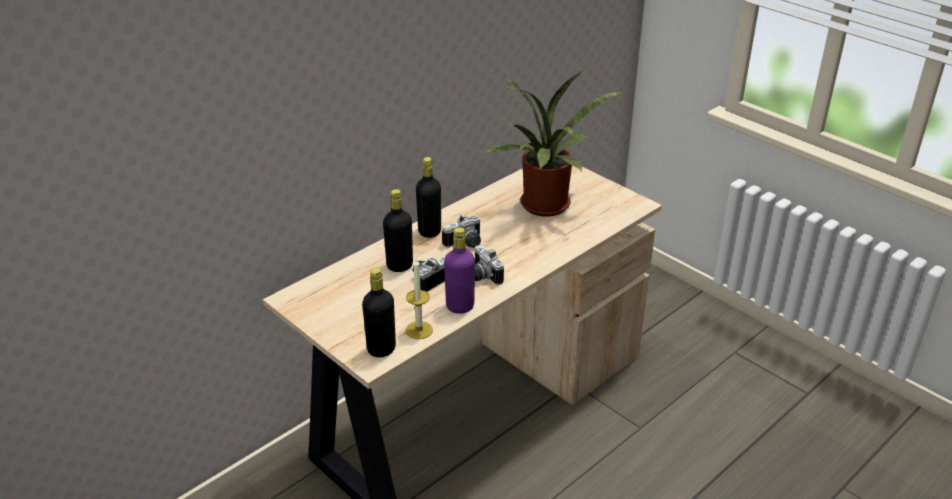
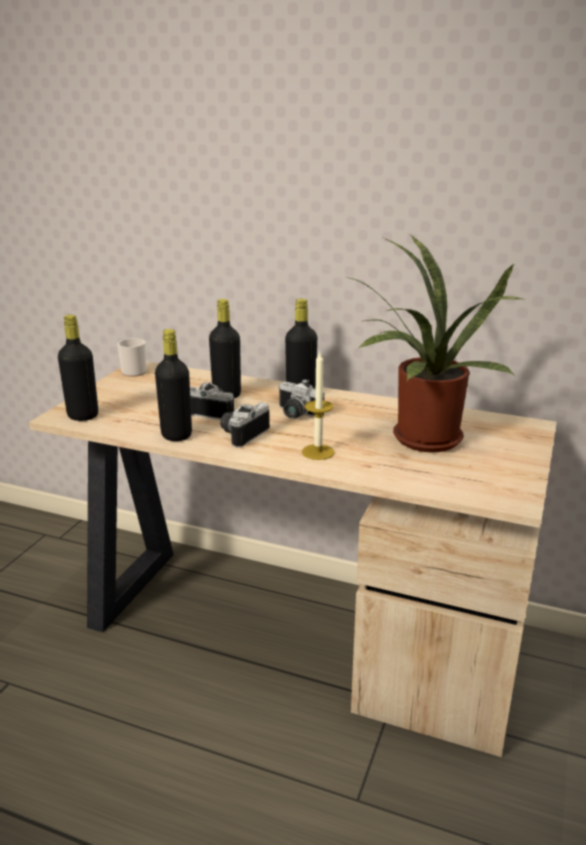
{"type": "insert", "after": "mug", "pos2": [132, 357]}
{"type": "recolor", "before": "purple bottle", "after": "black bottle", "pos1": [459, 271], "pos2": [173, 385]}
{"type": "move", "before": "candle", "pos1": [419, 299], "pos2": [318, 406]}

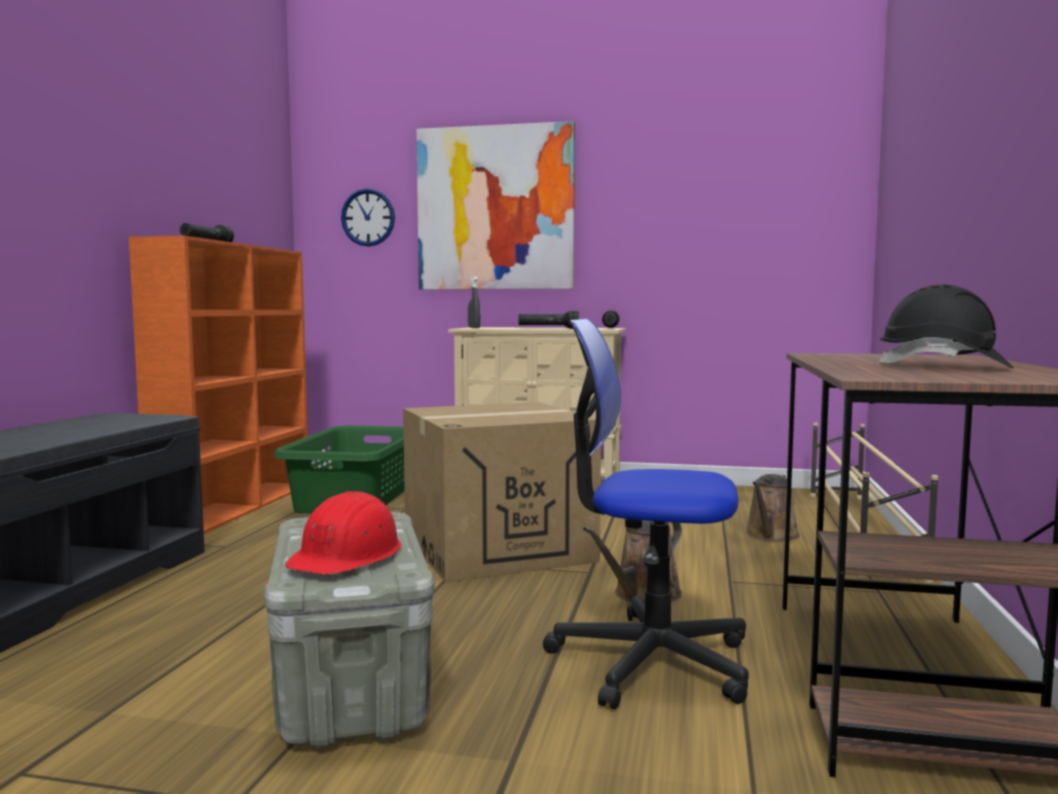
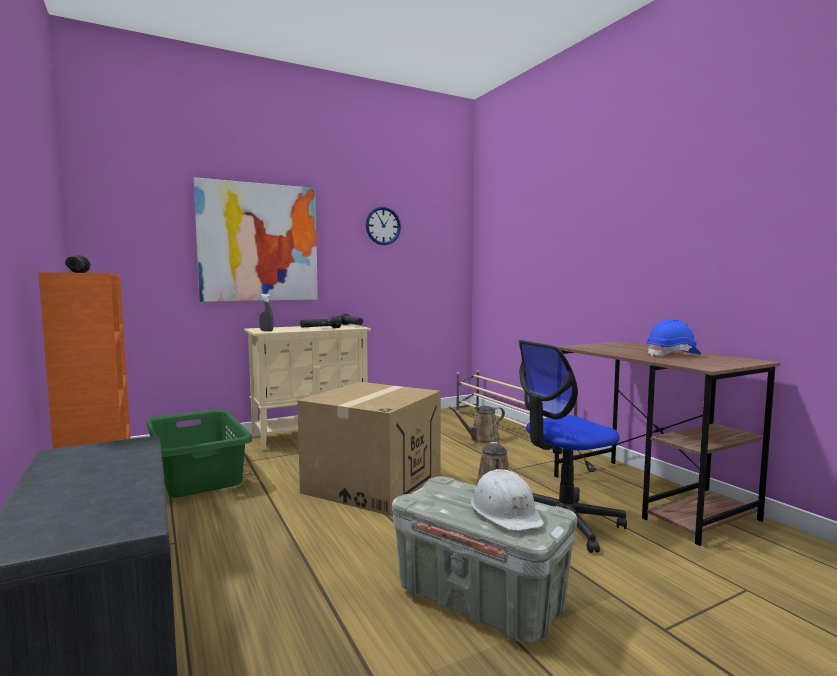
{"type": "move", "before": "wall clock", "pos1": [368, 218], "pos2": [383, 226]}
{"type": "rotate", "before": "brown watering can", "pos1": [772, 508], "pos2": [476, 424], "turn": 75}
{"type": "recolor", "before": "red hard hat", "after": "white hard hat", "pos1": [343, 532], "pos2": [507, 500]}
{"type": "recolor", "before": "black hard hat", "after": "blue hard hat", "pos1": [945, 326], "pos2": [674, 337]}

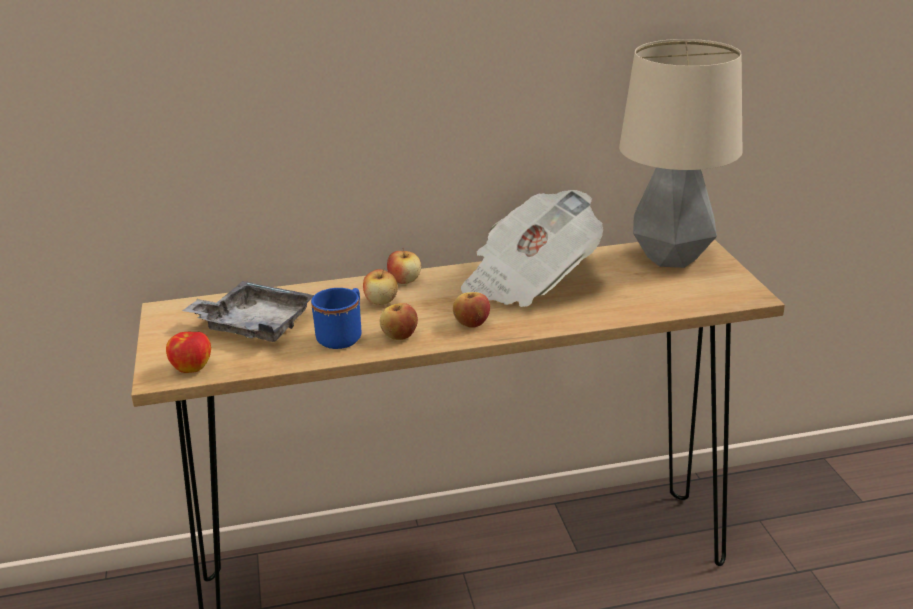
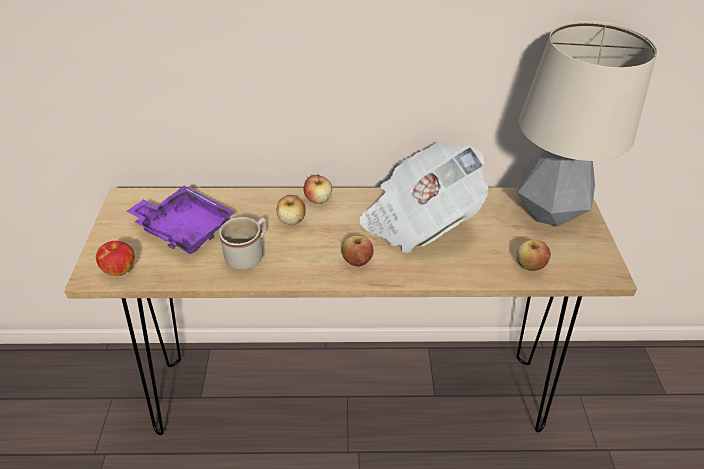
{"type": "recolor", "before": "grey tray", "after": "purple tray", "pos1": [248, 311], "pos2": [181, 220]}
{"type": "recolor", "before": "blue mug", "after": "beige mug", "pos1": [336, 318], "pos2": [243, 243]}
{"type": "move", "before": "apple", "pos1": [399, 321], "pos2": [534, 255]}

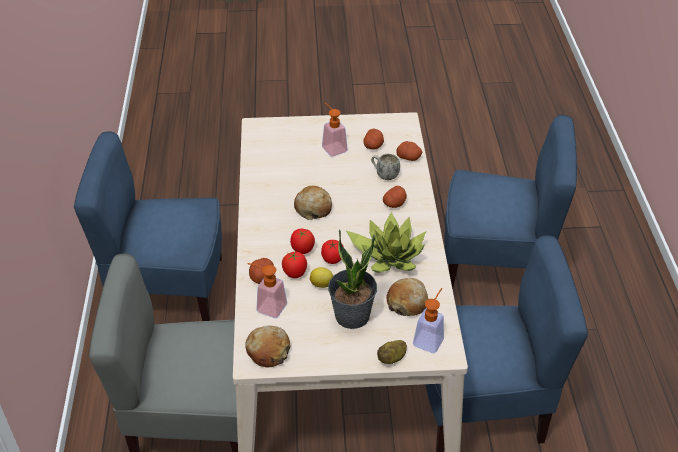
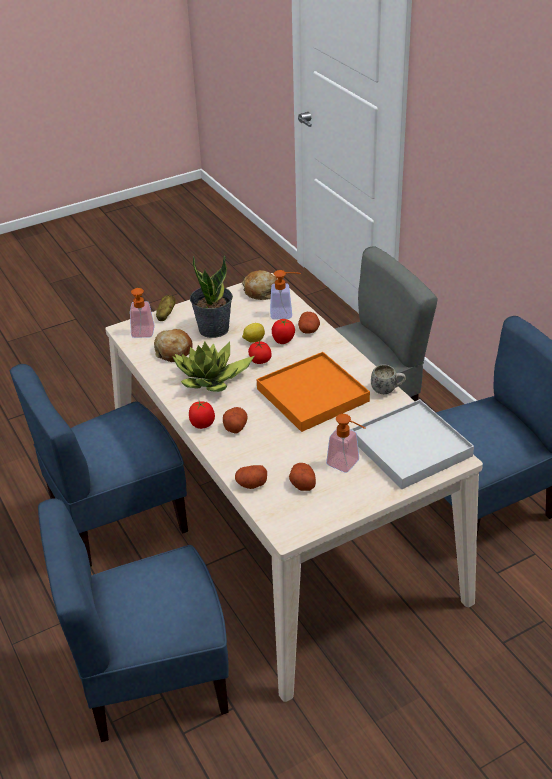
{"type": "move", "before": "tomato", "pos1": [302, 241], "pos2": [202, 415]}
{"type": "replace", "before": "bread", "after": "orange tray", "pos1": [313, 203], "pos2": [313, 392]}
{"type": "insert", "after": "white tray", "pos2": [412, 444]}
{"type": "move", "before": "white mug", "pos1": [385, 167], "pos2": [388, 379]}

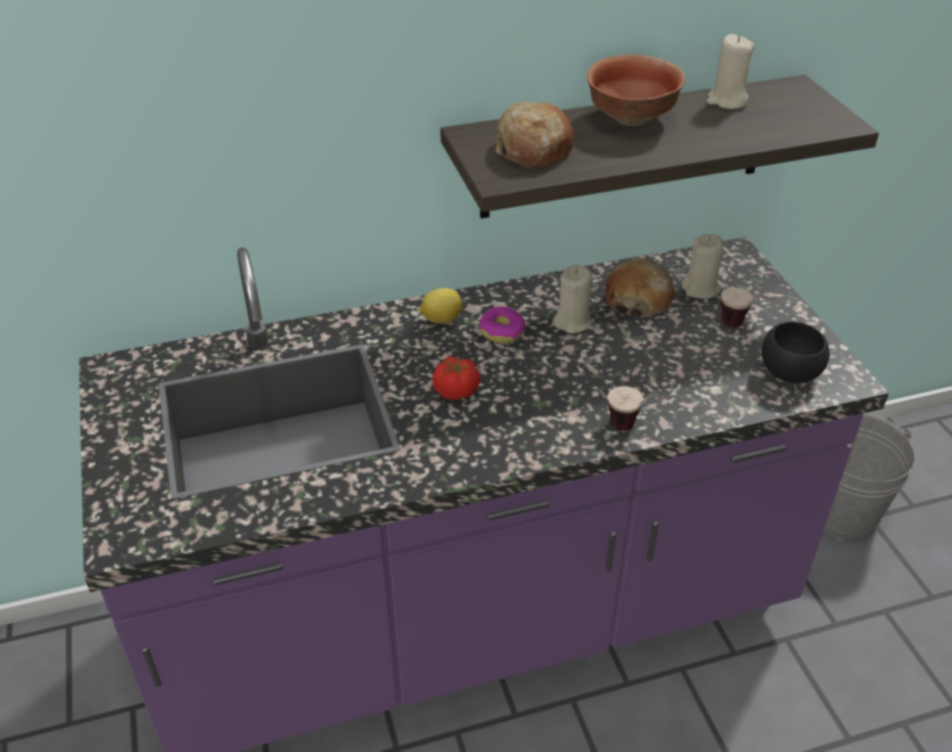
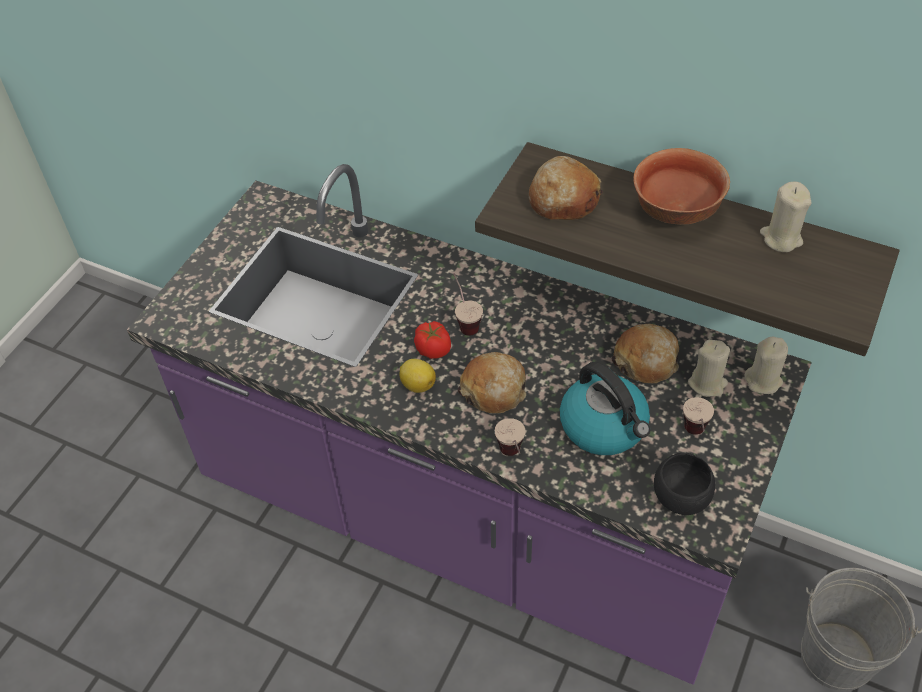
{"type": "move", "before": "lemon", "pos1": [440, 306], "pos2": [417, 376]}
{"type": "insert", "after": "cup", "pos2": [468, 304]}
{"type": "insert", "after": "bread", "pos2": [492, 382]}
{"type": "insert", "after": "kettle", "pos2": [605, 408]}
{"type": "move", "before": "beige candle", "pos1": [572, 299], "pos2": [766, 365]}
{"type": "delete", "before": "donut", "pos1": [502, 325]}

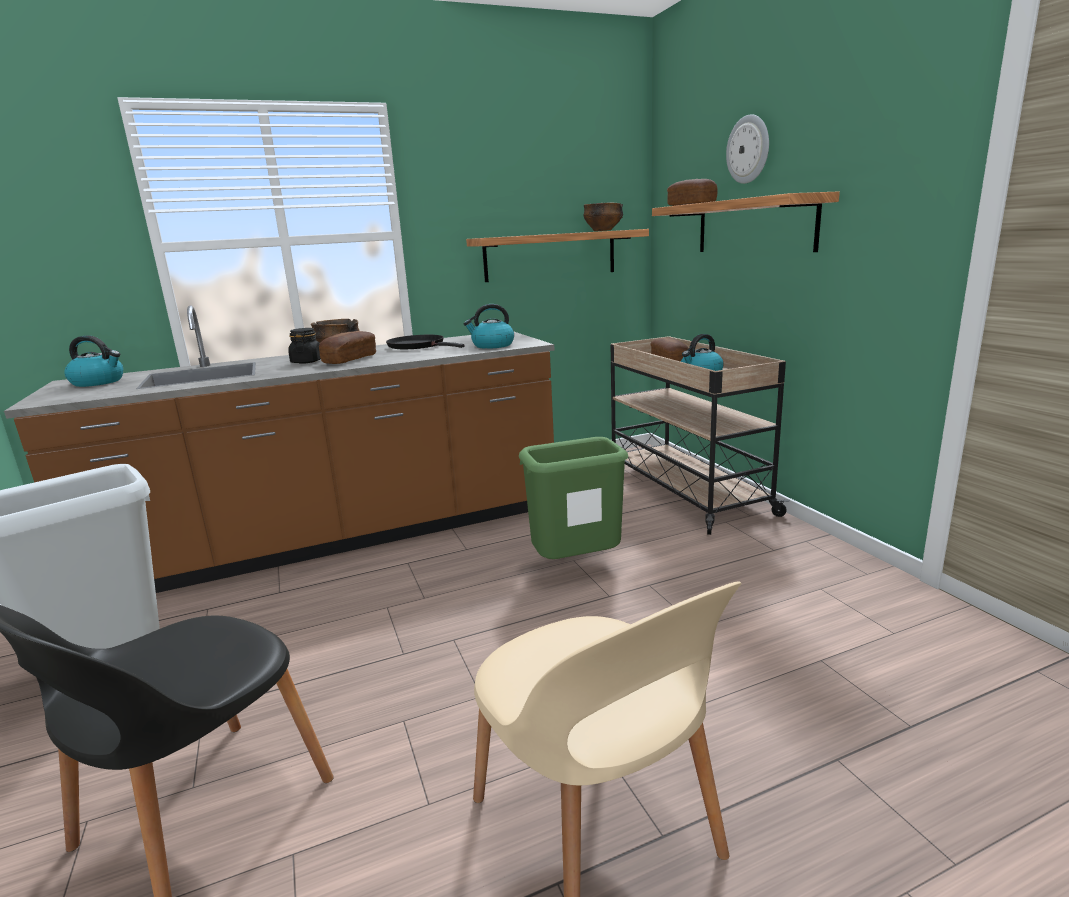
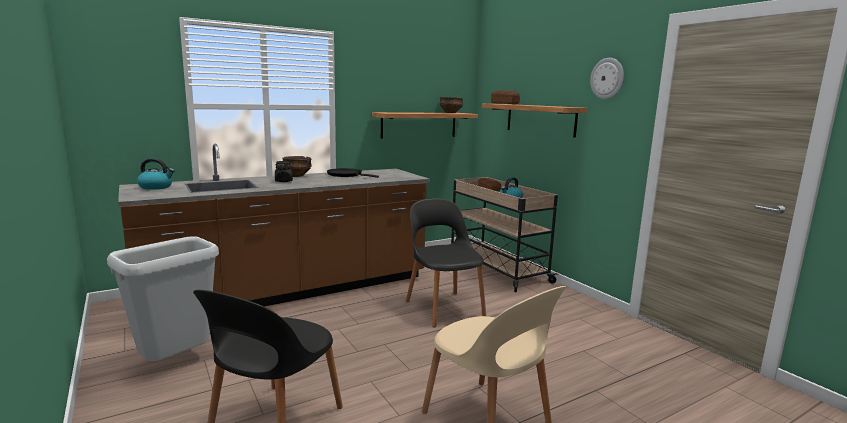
{"type": "replace", "before": "green trash can", "after": "black chair", "pos1": [574, 498], "pos2": [446, 262]}
{"type": "move", "before": "wall clock", "pos1": [747, 149], "pos2": [607, 78]}
{"type": "delete", "before": "bread", "pos1": [347, 347]}
{"type": "delete", "before": "kettle", "pos1": [489, 326]}

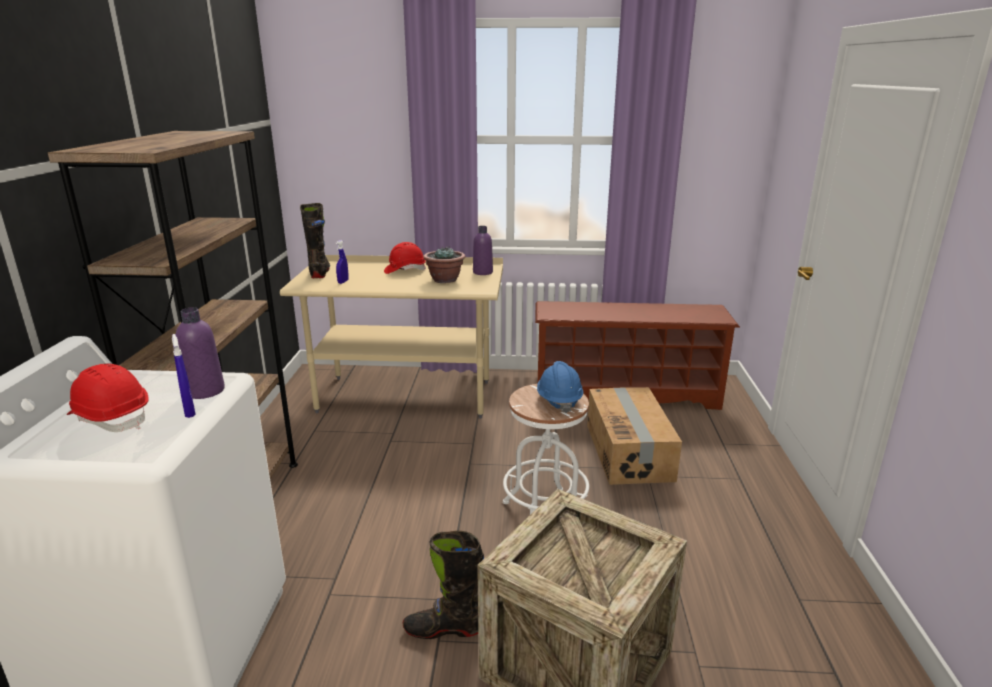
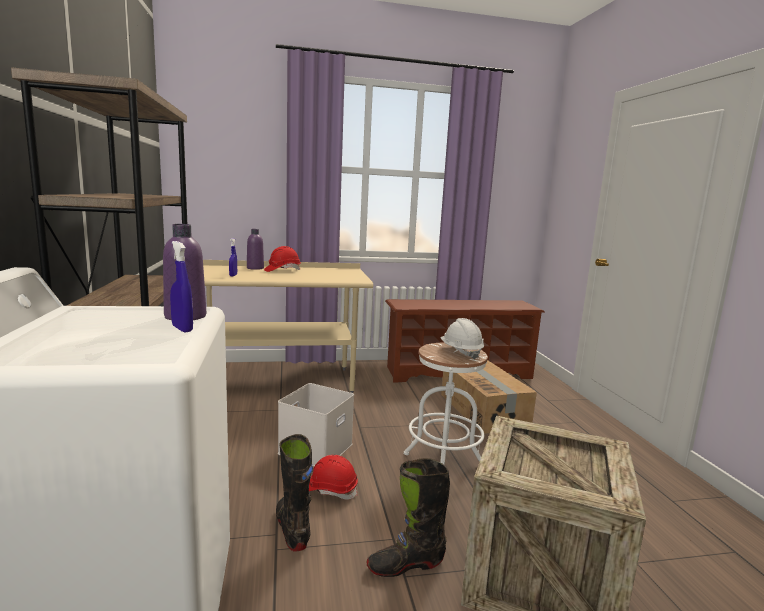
{"type": "move", "before": "purple bottle", "pos1": [483, 250], "pos2": [255, 249]}
{"type": "move", "before": "black boot", "pos1": [315, 240], "pos2": [294, 492]}
{"type": "insert", "after": "white storage box", "pos2": [316, 424]}
{"type": "move", "before": "red hard hat", "pos1": [108, 398], "pos2": [333, 477]}
{"type": "recolor", "before": "blue hard hat", "after": "white hard hat", "pos1": [560, 387], "pos2": [462, 339]}
{"type": "delete", "before": "potted plant", "pos1": [444, 264]}

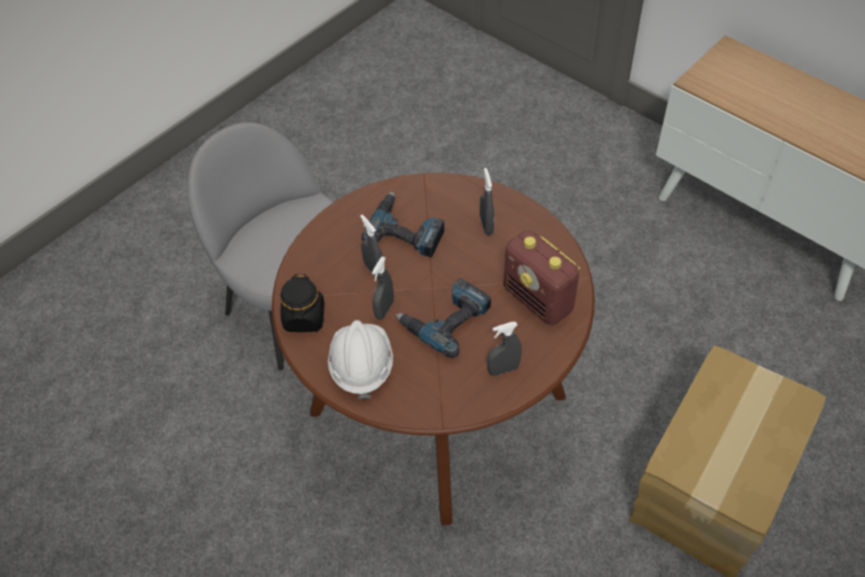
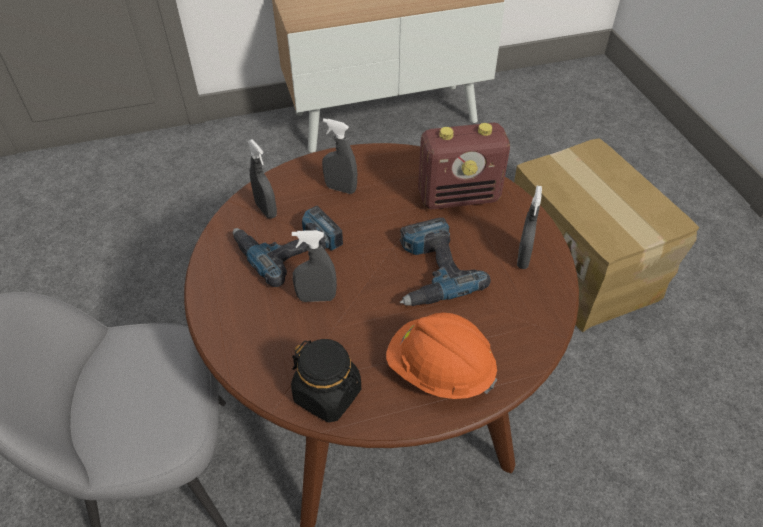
{"type": "move", "before": "grey spray bottle", "pos1": [383, 288], "pos2": [262, 179]}
{"type": "recolor", "before": "white hard hat", "after": "orange hard hat", "pos1": [360, 359], "pos2": [441, 356]}

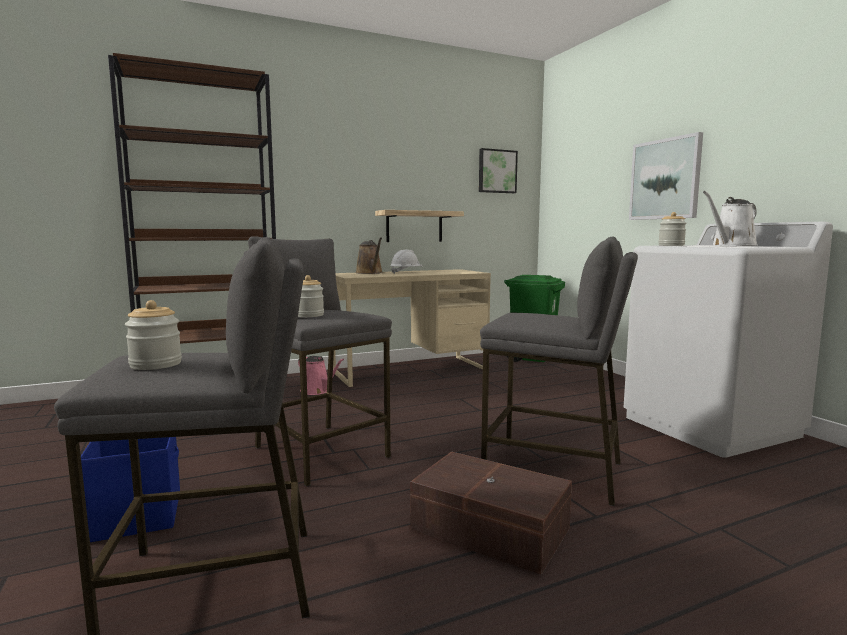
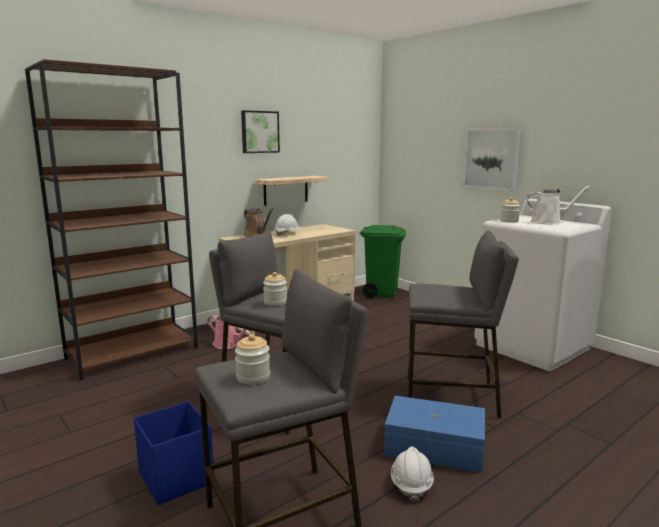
{"type": "move", "before": "picture", "pos1": [498, 170], "pos2": [260, 131]}
{"type": "recolor", "before": "brown storage box", "after": "blue storage box", "pos1": [491, 513], "pos2": [434, 434]}
{"type": "insert", "after": "white hard hat", "pos2": [412, 474]}
{"type": "rotate", "before": "white watering can", "pos1": [730, 218], "pos2": [558, 205], "turn": -135}

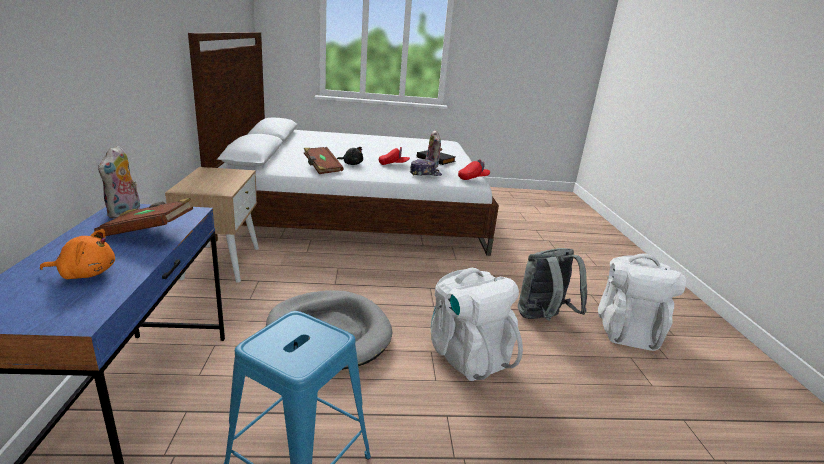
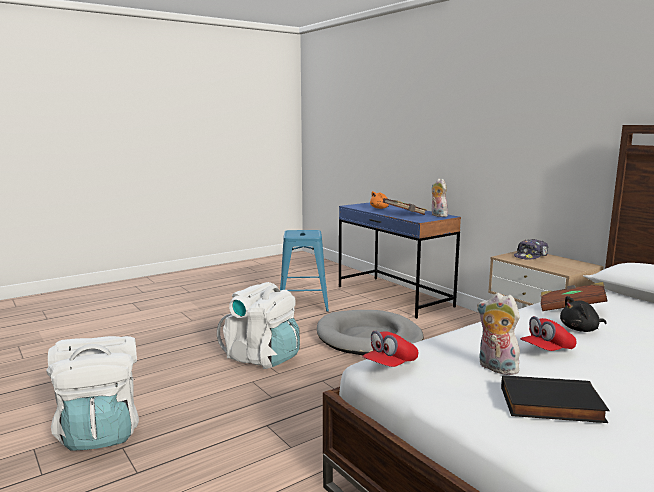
{"type": "move", "before": "cap", "pos1": [426, 167], "pos2": [531, 249]}
{"type": "delete", "before": "grey backpack", "pos1": [552, 284]}

